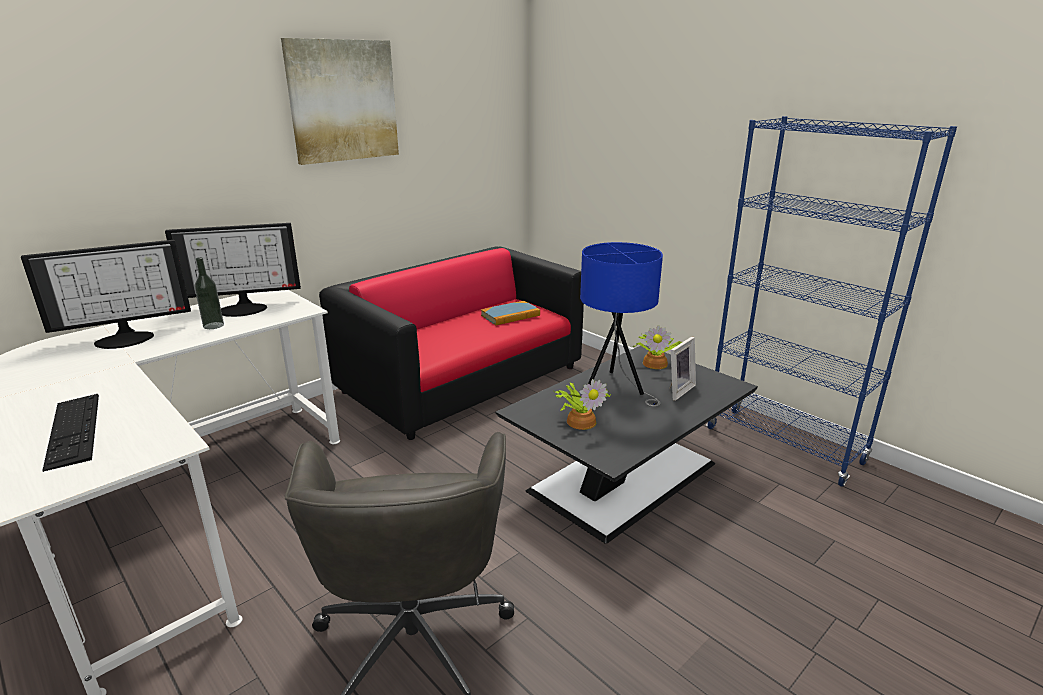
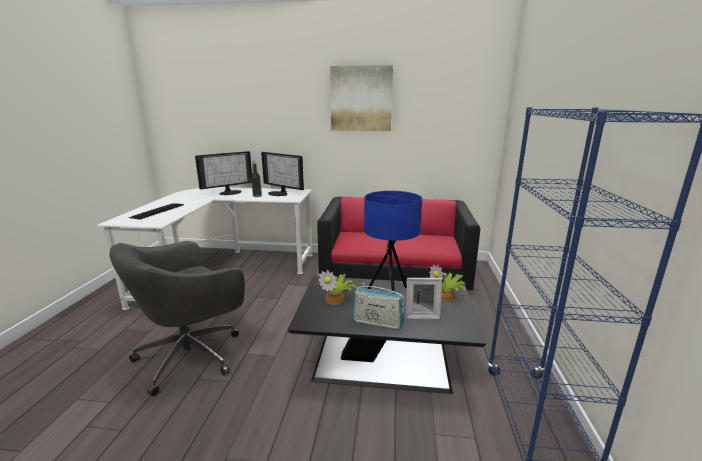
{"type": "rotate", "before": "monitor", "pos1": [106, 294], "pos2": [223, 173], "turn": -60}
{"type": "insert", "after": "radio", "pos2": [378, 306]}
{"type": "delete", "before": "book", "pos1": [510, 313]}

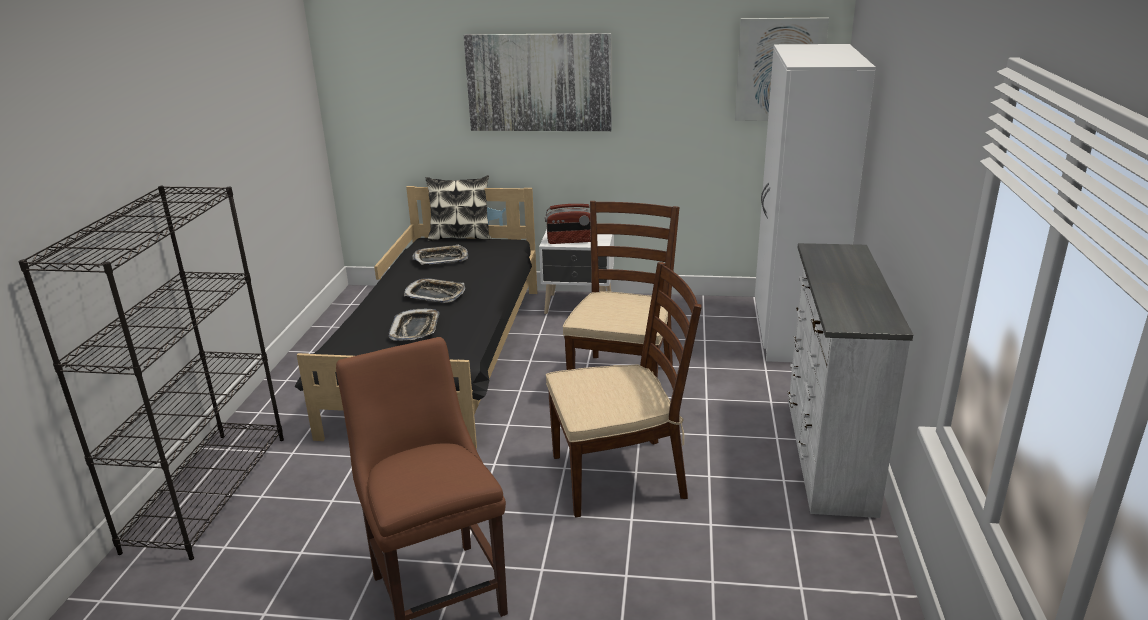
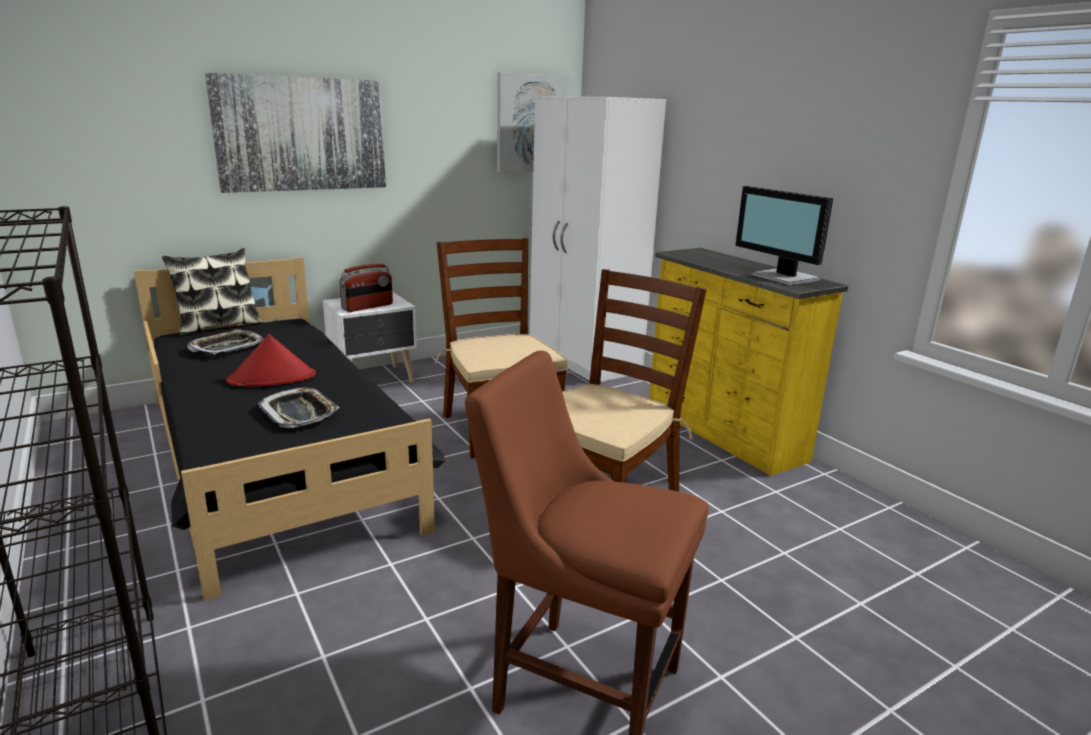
{"type": "replace", "before": "tray", "after": "red hat", "pos1": [434, 290], "pos2": [271, 360]}
{"type": "recolor", "before": "white dresser", "after": "yellow dresser", "pos1": [850, 380], "pos2": [748, 362]}
{"type": "insert", "after": "monitor", "pos2": [784, 235]}

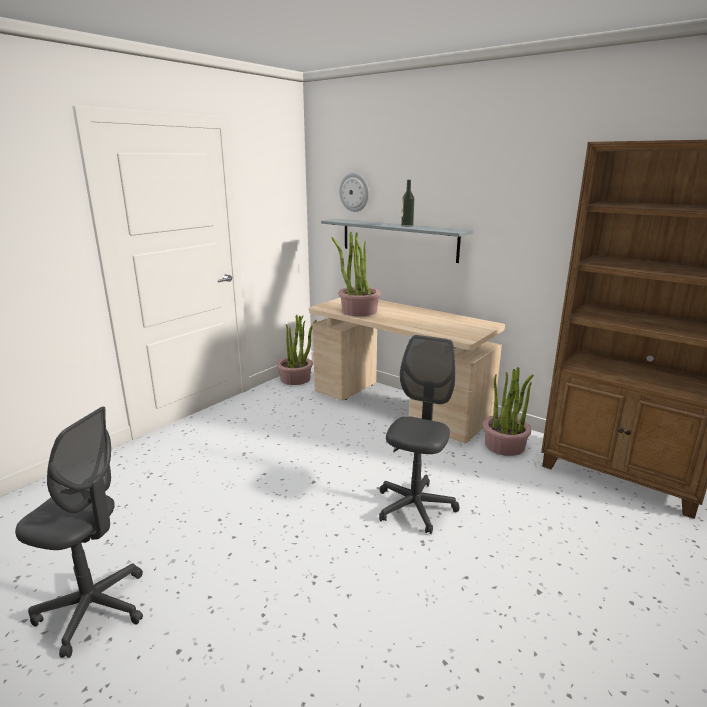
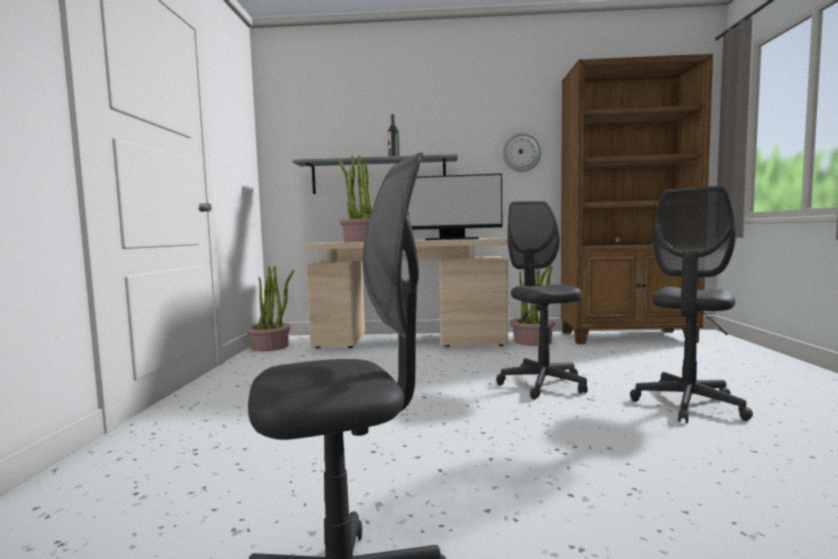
{"type": "insert", "after": "monitor", "pos2": [455, 206]}
{"type": "move", "before": "wall clock", "pos1": [354, 192], "pos2": [522, 152]}
{"type": "insert", "after": "grey office chair", "pos2": [691, 304]}

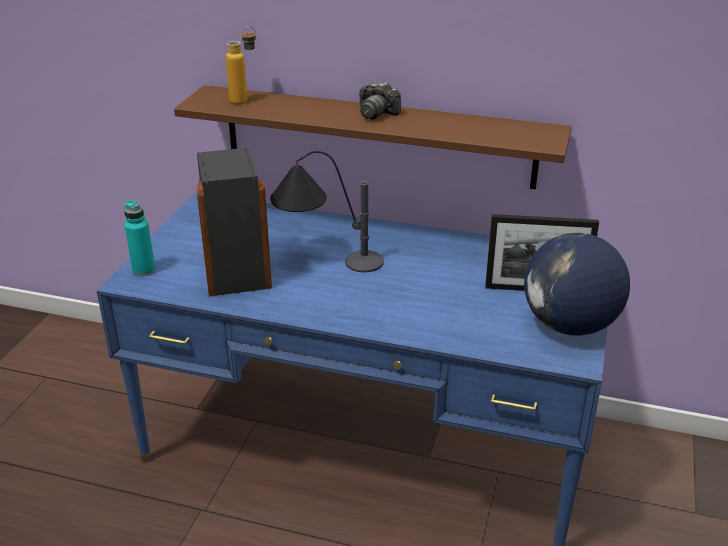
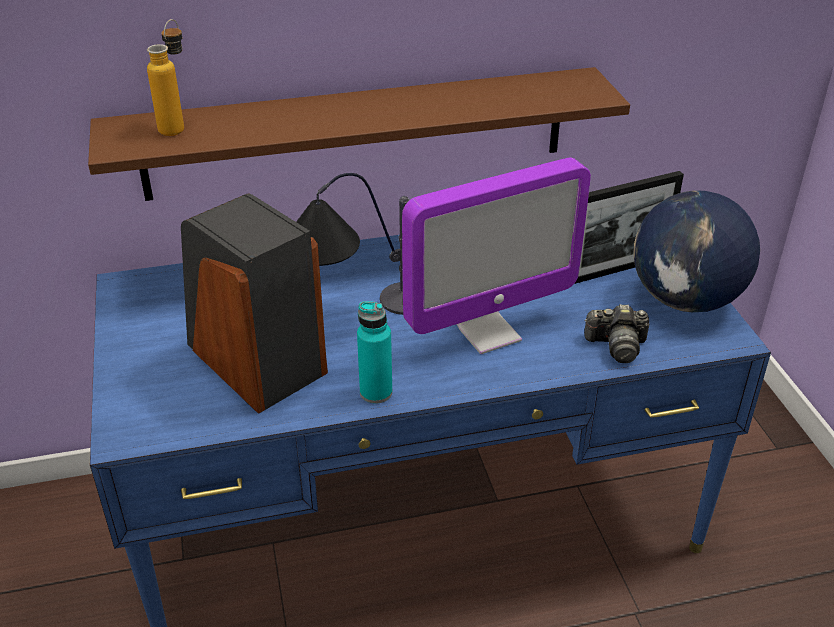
{"type": "move", "before": "turquoise bottle", "pos1": [139, 238], "pos2": [374, 352]}
{"type": "insert", "after": "monitor", "pos2": [496, 256]}
{"type": "move", "before": "photo camera", "pos1": [380, 101], "pos2": [616, 333]}

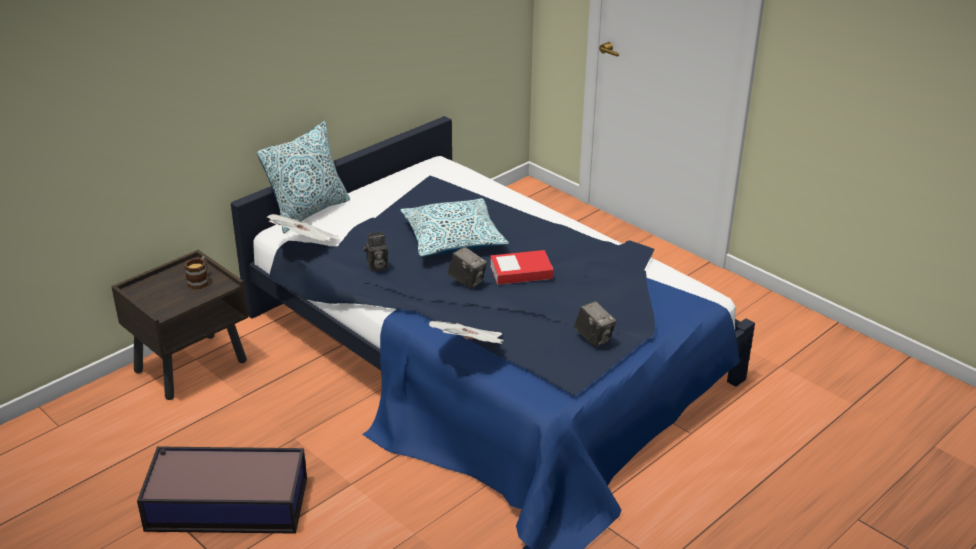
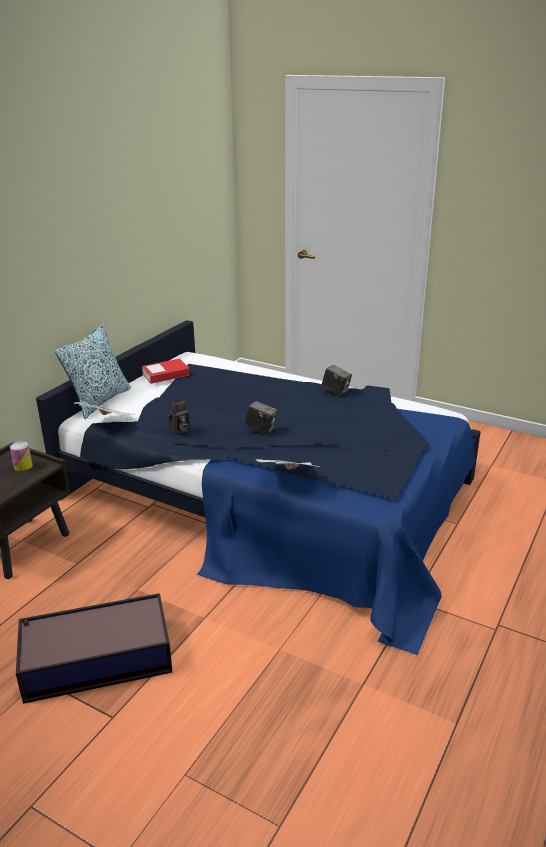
{"type": "replace", "before": "mug", "after": "can", "pos1": [196, 272], "pos2": [21, 456]}
{"type": "move", "before": "book", "pos1": [521, 267], "pos2": [166, 371]}
{"type": "move", "before": "photo camera", "pos1": [595, 324], "pos2": [336, 380]}
{"type": "delete", "before": "pillow", "pos1": [454, 228]}

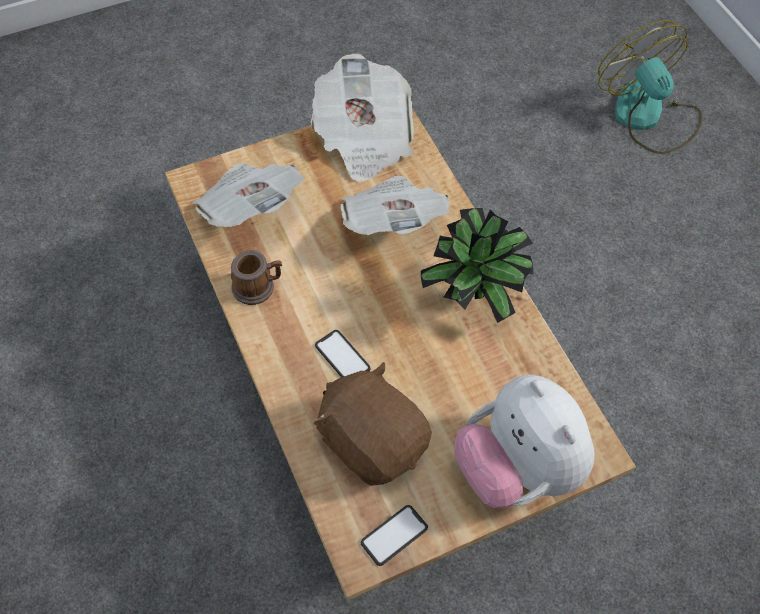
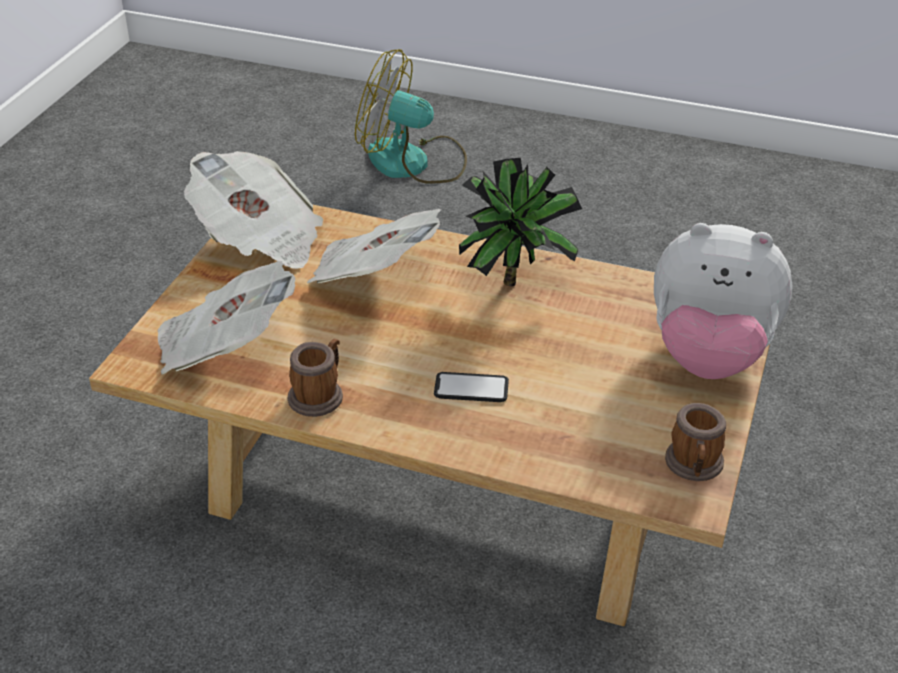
{"type": "replace", "before": "phone", "after": "mug", "pos1": [394, 535], "pos2": [695, 442]}
{"type": "delete", "before": "brown plush toy", "pos1": [373, 424]}

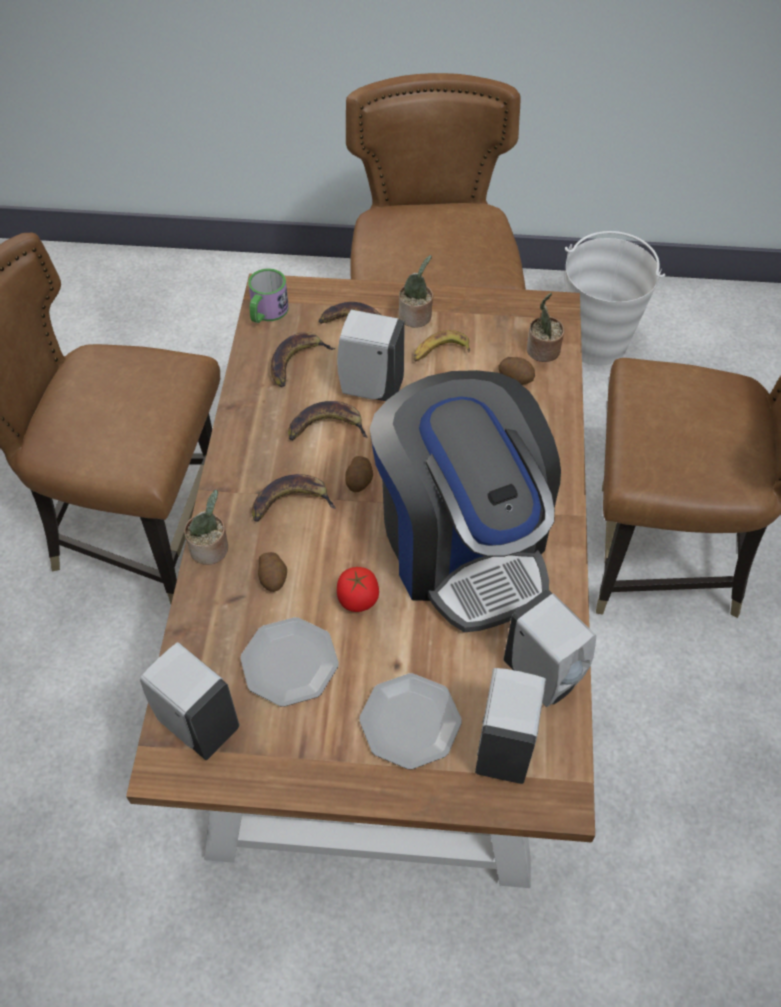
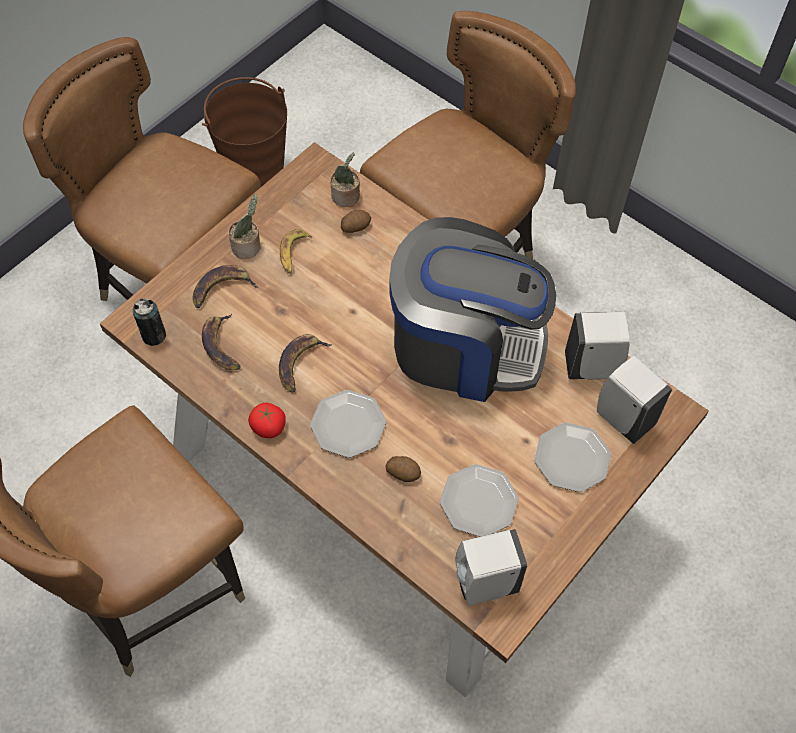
{"type": "replace", "before": "mug", "after": "can", "pos1": [268, 295], "pos2": [149, 322]}
{"type": "recolor", "before": "white bucket", "after": "brown bucket", "pos1": [615, 298], "pos2": [244, 132]}
{"type": "move", "before": "tomato", "pos1": [358, 589], "pos2": [267, 420]}
{"type": "replace", "before": "banana", "after": "plate", "pos1": [294, 498], "pos2": [348, 424]}
{"type": "delete", "before": "potted plant", "pos1": [206, 527]}
{"type": "delete", "before": "white soap dispenser", "pos1": [371, 355]}
{"type": "delete", "before": "potato", "pos1": [359, 474]}

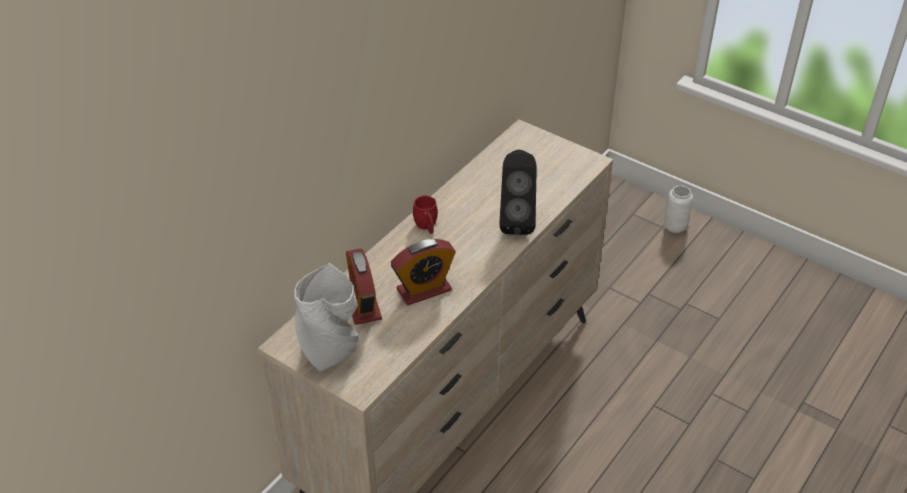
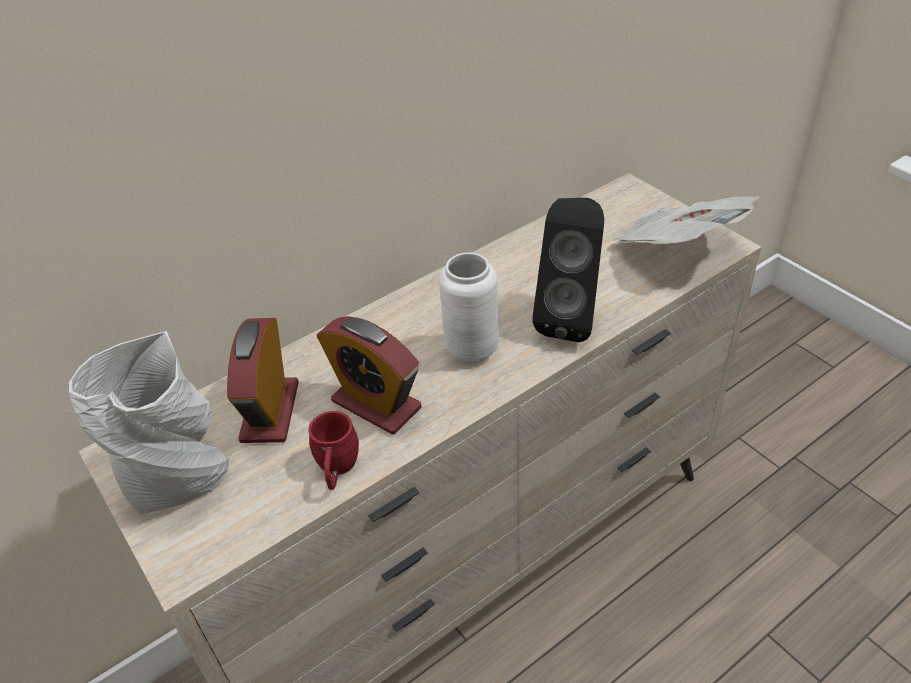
{"type": "move", "before": "red mug", "pos1": [425, 215], "pos2": [333, 450]}
{"type": "rotate", "before": "alarm clock", "pos1": [423, 272], "pos2": [369, 375], "turn": 45}
{"type": "move", "before": "white vase", "pos1": [678, 209], "pos2": [469, 307]}
{"type": "insert", "after": "newspaper", "pos2": [686, 220]}

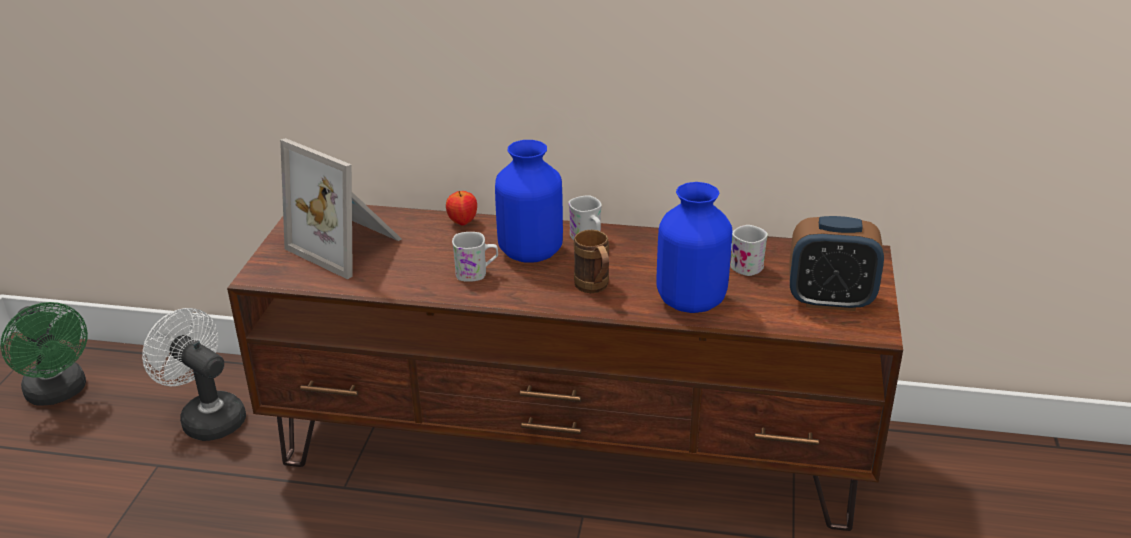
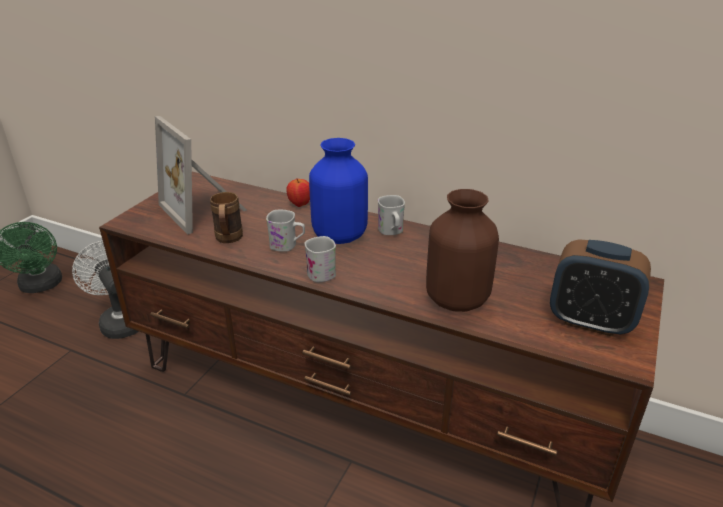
{"type": "move", "before": "brown mug", "pos1": [591, 261], "pos2": [226, 217]}
{"type": "move", "before": "white mug", "pos1": [749, 250], "pos2": [320, 259]}
{"type": "recolor", "before": "blue vase", "after": "brown vase", "pos1": [694, 247], "pos2": [462, 250]}

